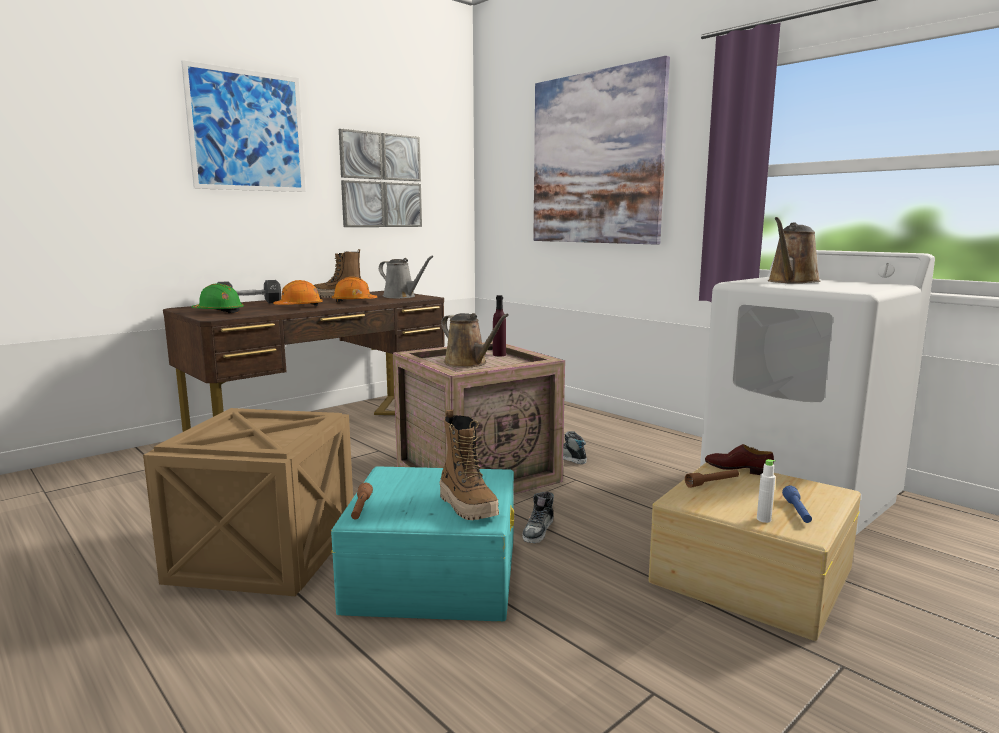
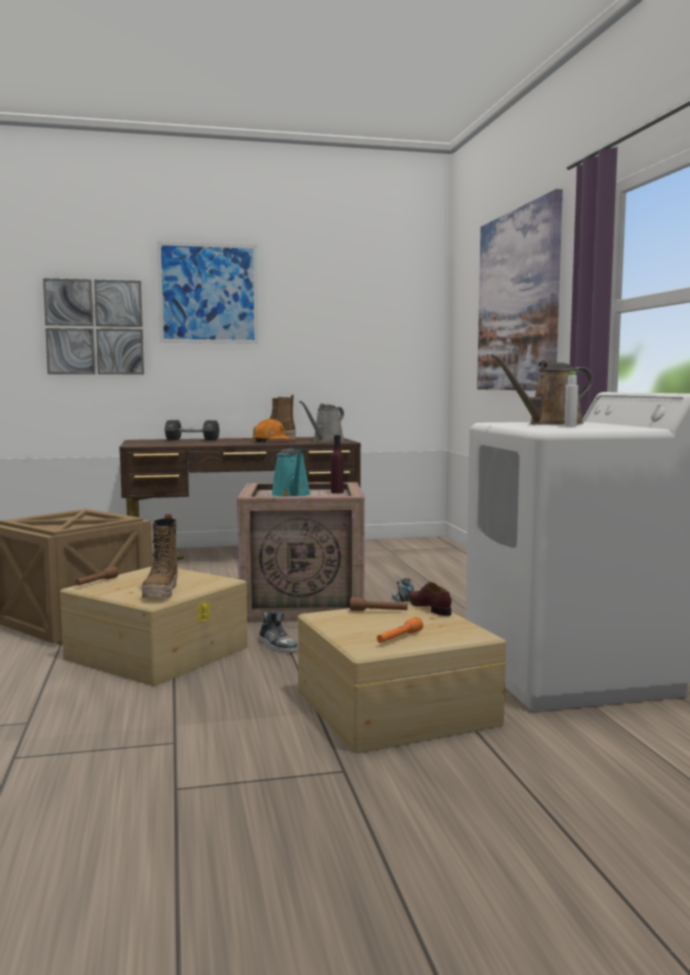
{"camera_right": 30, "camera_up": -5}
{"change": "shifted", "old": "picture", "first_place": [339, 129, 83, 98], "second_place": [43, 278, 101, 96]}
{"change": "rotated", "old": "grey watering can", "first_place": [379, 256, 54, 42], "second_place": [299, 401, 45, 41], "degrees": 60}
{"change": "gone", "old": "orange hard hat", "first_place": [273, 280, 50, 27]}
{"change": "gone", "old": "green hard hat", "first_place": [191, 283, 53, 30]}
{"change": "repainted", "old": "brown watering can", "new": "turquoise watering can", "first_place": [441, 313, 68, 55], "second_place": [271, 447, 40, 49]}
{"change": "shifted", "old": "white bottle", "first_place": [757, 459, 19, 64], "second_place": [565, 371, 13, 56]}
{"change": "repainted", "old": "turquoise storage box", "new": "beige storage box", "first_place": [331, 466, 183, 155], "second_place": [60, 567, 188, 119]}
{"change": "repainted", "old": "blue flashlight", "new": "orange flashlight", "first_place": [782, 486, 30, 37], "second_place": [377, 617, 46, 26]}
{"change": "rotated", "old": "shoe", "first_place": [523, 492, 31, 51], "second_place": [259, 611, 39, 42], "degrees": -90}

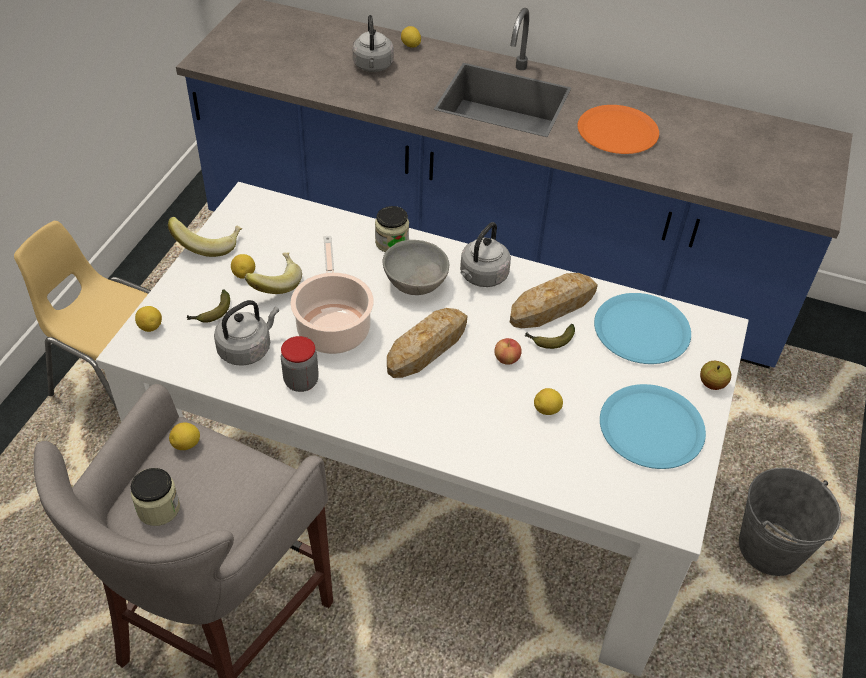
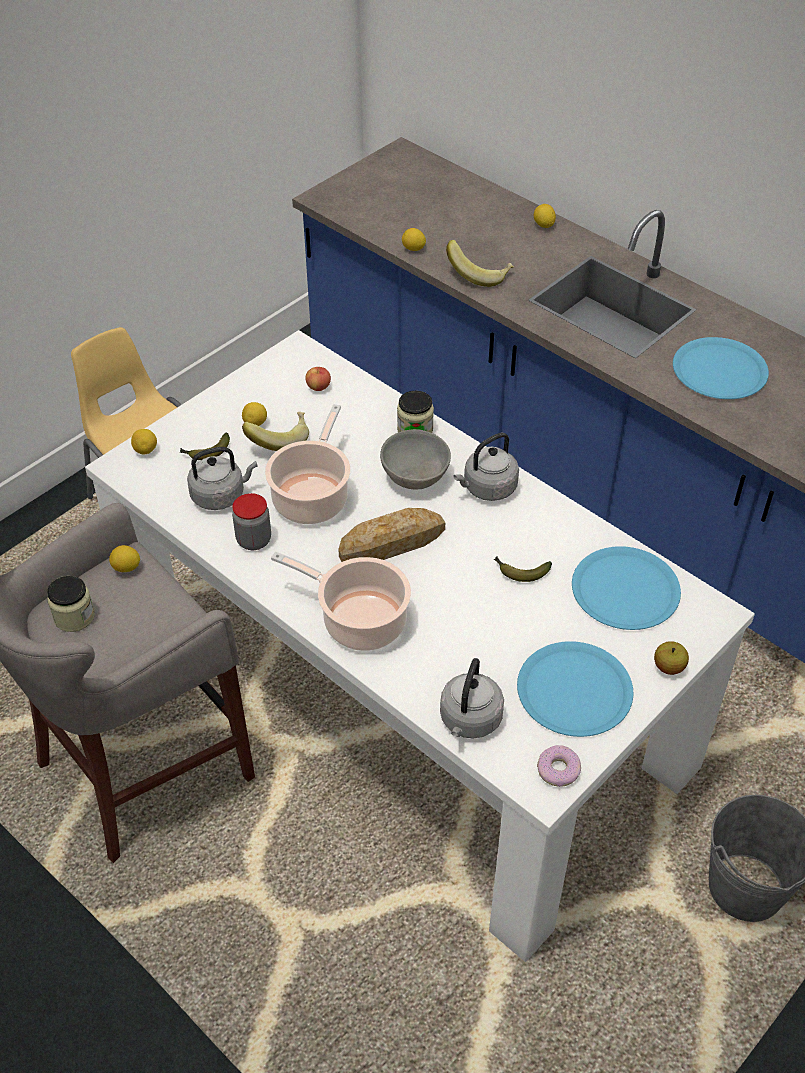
{"camera_right": 25, "camera_up": 0}
{"change": "shifted", "old": "grey kettle", "first_place": [352, 15, 42, 57], "second_place": [440, 658, 64, 80]}
{"change": "repainted", "old": "orange plate", "new": "blue plate", "first_place": [578, 105, 81, 49], "second_place": [673, 337, 96, 62]}
{"change": "shifted", "old": "banana", "first_place": [168, 217, 74, 40], "second_place": [446, 240, 68, 47]}
{"change": "gone", "old": "bread", "first_place": [510, 273, 88, 55]}
{"change": "shifted", "old": "apple", "first_place": [494, 338, 28, 27], "second_place": [305, 367, 26, 24]}
{"change": "shifted", "old": "lemon", "first_place": [534, 388, 29, 27], "second_place": [402, 228, 24, 23]}
{"change": "new", "new": "cooking pot", "second_place": [271, 552, 140, 99]}
{"change": "new", "new": "donut", "second_place": [537, 745, 44, 42]}

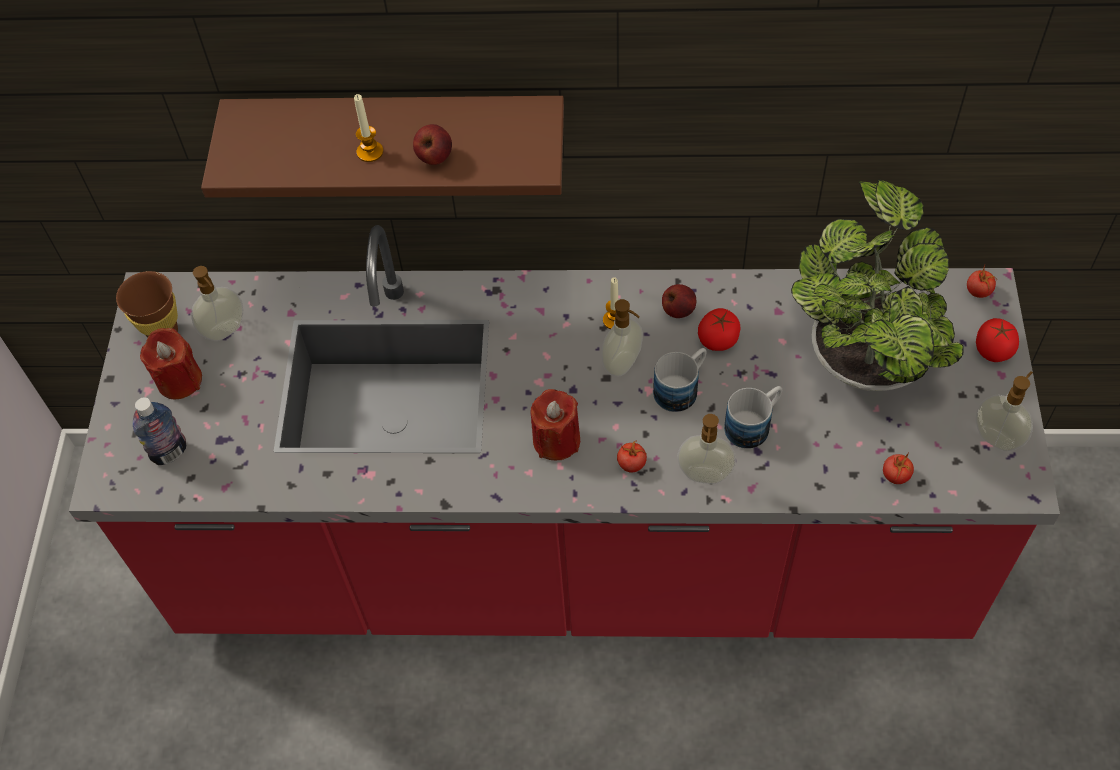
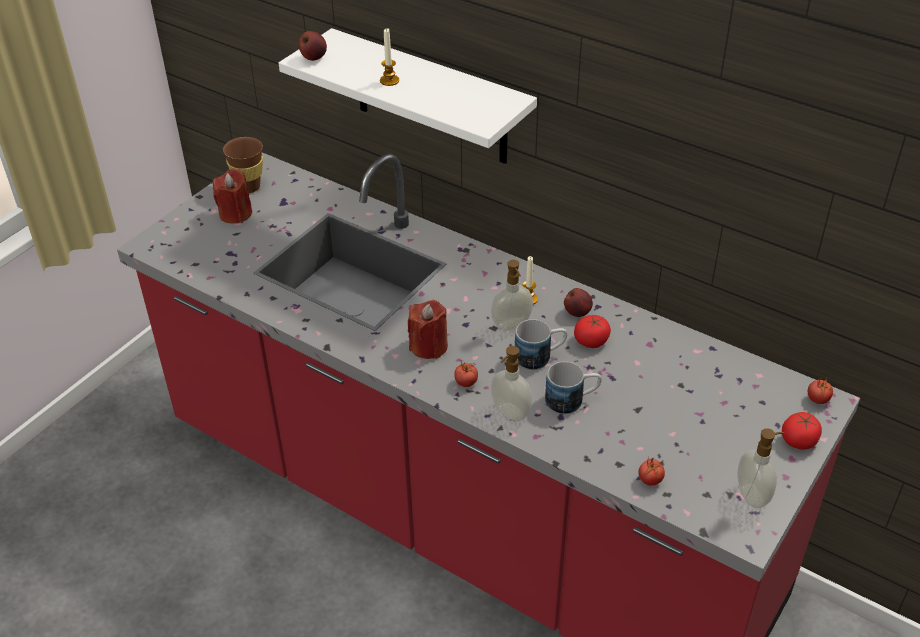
{"camera_right": 30, "camera_up": -15}
{"change": "repainted", "old": "brown shelf", "new": "white shelf", "first_place": [201, 96, 363, 102], "second_place": [279, 28, 258, 136]}
{"change": "shifted", "old": "apple", "first_place": [413, 124, 39, 41], "second_place": [298, 31, 29, 30]}
{"change": "gone", "old": "potted plant", "first_place": [791, 179, 173, 212]}
{"change": "gone", "old": "soap dispenser", "first_place": [191, 266, 53, 75]}
{"change": "gone", "old": "bottle", "first_place": [133, 397, 53, 68]}

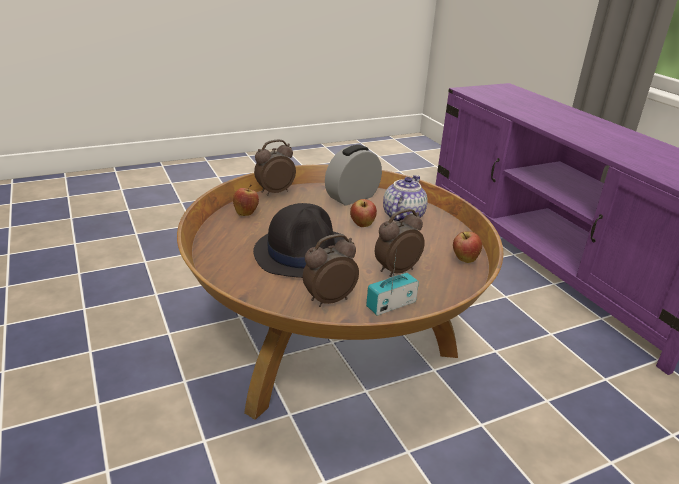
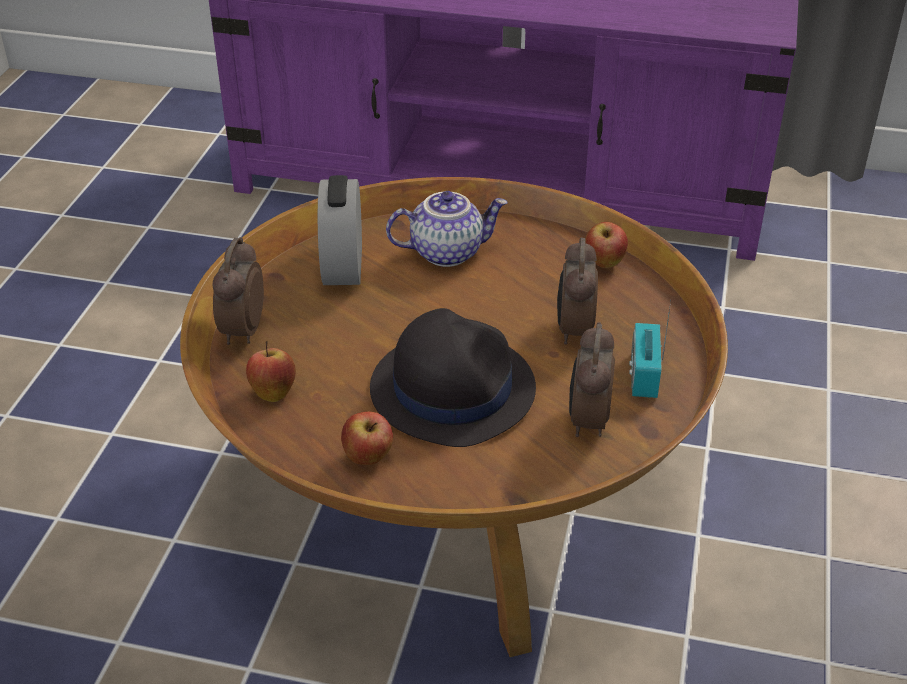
{"camera_right": -50, "camera_up": 10}
{"change": "rotated", "old": "teapot", "first_place": [383, 175, 45, 47], "second_place": [386, 191, 122, 76], "degrees": 105}
{"change": "shifted", "old": "apple", "first_place": [350, 199, 27, 28], "second_place": [341, 412, 52, 53]}

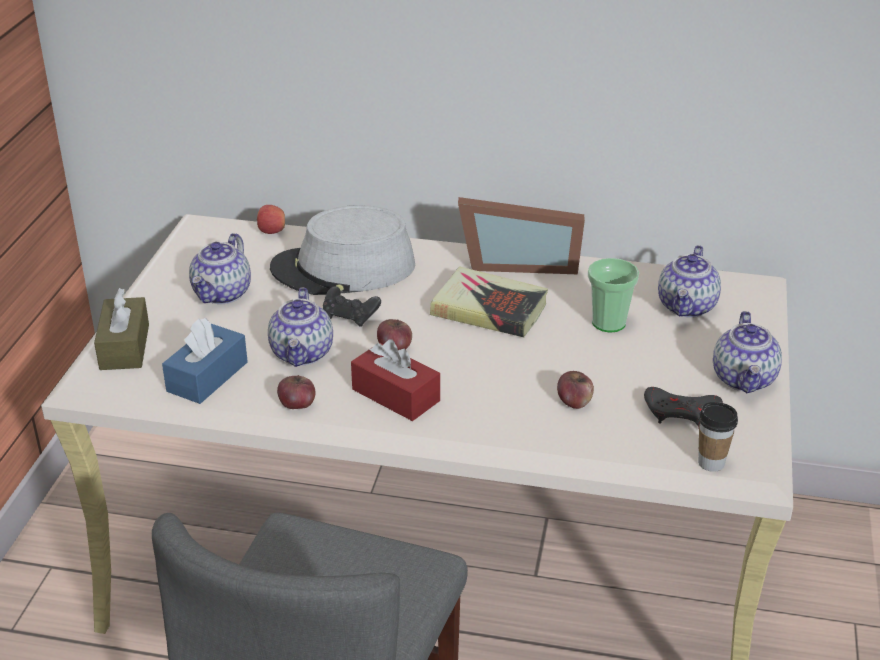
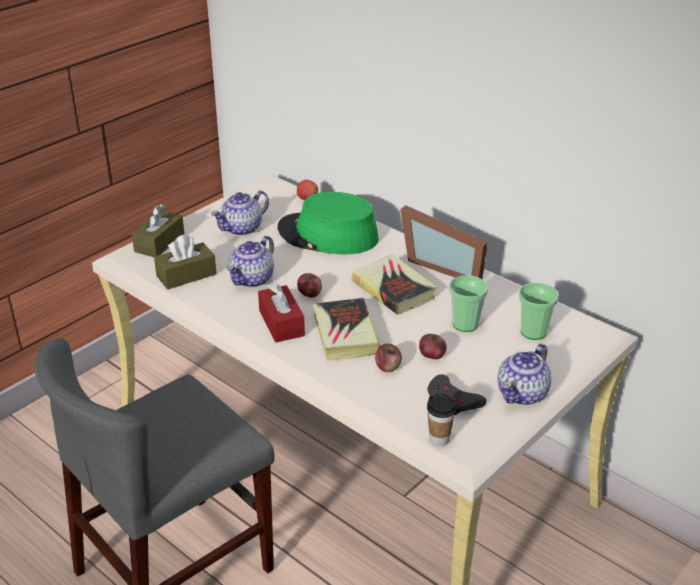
{"camera_right": 30, "camera_up": 0}
{"change": "repainted", "old": "grey hat", "new": "green hat", "first_place": [270, 205, 145, 90], "second_place": [278, 192, 101, 62]}
{"change": "swapped", "old": "teapot", "new": "cup", "first_place": [658, 245, 63, 73], "second_place": [519, 283, 40, 57]}
{"change": "gone", "old": "black game controller", "first_place": [323, 286, 58, 41]}
{"change": "repainted", "old": "blue tissue box", "new": "brown tissue box", "first_place": [162, 318, 86, 86], "second_place": [154, 235, 63, 55]}
{"change": "shifted", "old": "apple", "first_place": [277, 375, 38, 34], "second_place": [419, 334, 28, 25]}
{"change": "new", "new": "book", "second_place": [313, 298, 68, 62]}

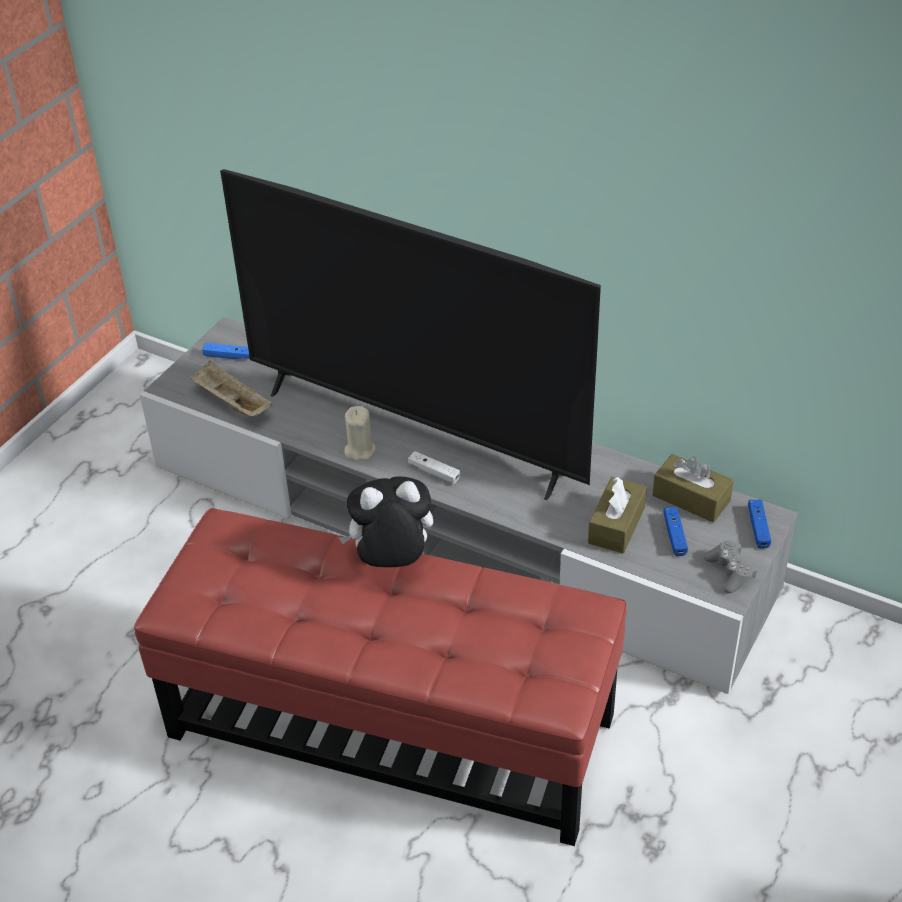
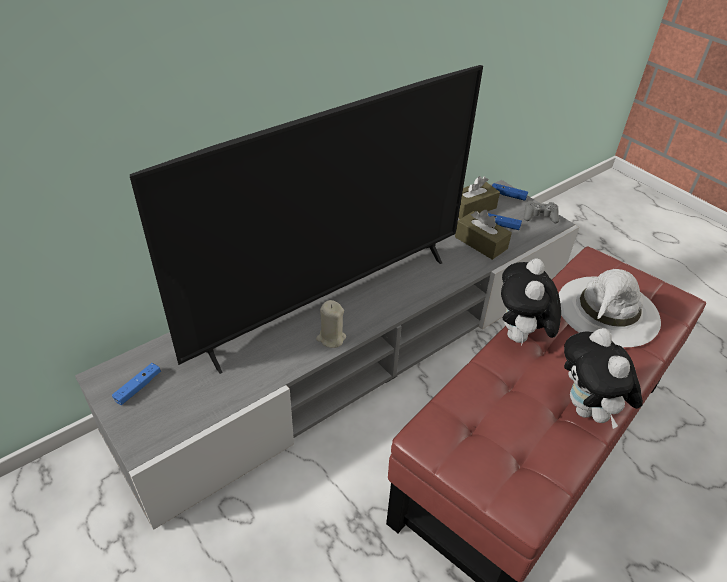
{"camera_right": -70, "camera_up": 0}
{"change": "gone", "old": "beige tray", "first_place": [189, 361, 84, 56]}
{"change": "gone", "old": "white game controller", "first_place": [408, 451, 52, 33]}
{"change": "new", "new": "white hat", "second_place": [558, 269, 103, 78]}
{"change": "new", "new": "plush toy", "second_place": [564, 328, 79, 101]}

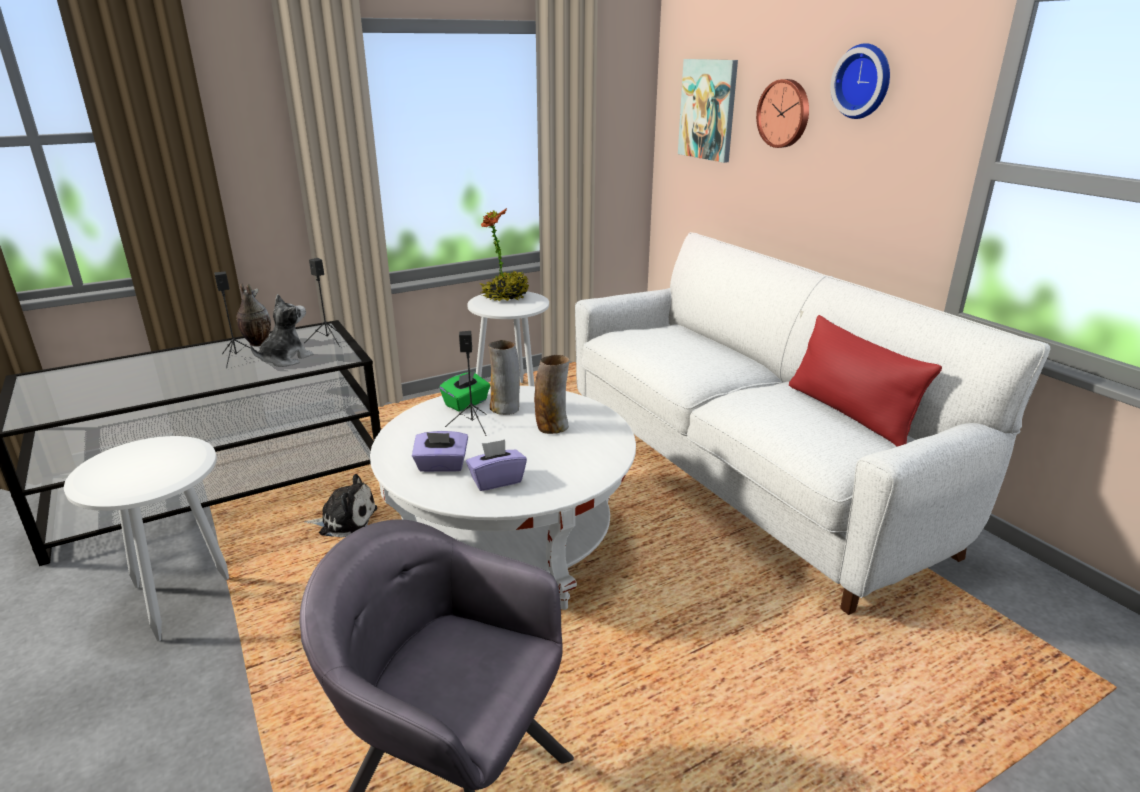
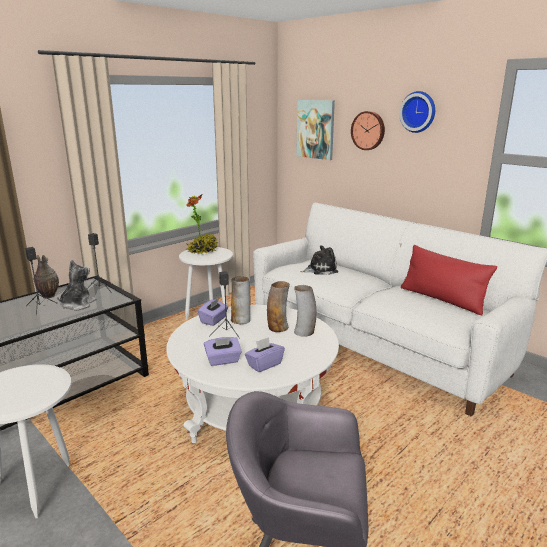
{"camera_right": -15, "camera_up": -5}
{"change": "repainted", "old": "green tissue box", "new": "purple tissue box", "first_place": [439, 371, 51, 41], "second_place": [198, 298, 30, 28]}
{"change": "shifted", "old": "plush toy", "first_place": [304, 474, 73, 64], "second_place": [300, 245, 38, 30]}
{"change": "new", "new": "vase", "second_place": [294, 285, 22, 52]}

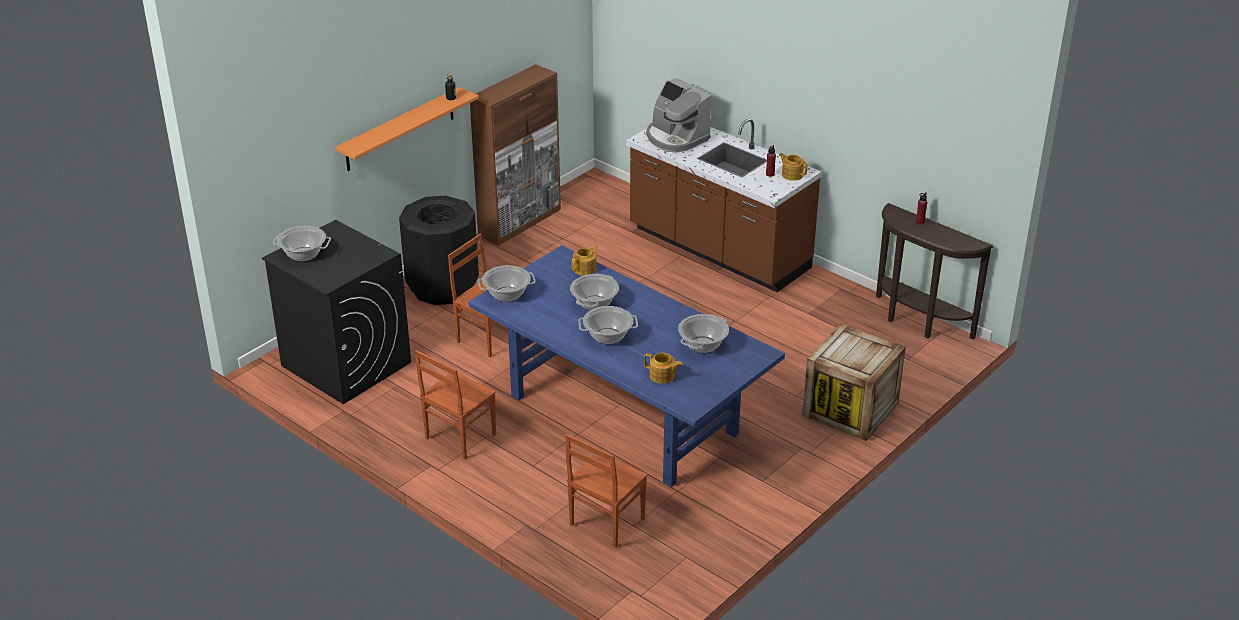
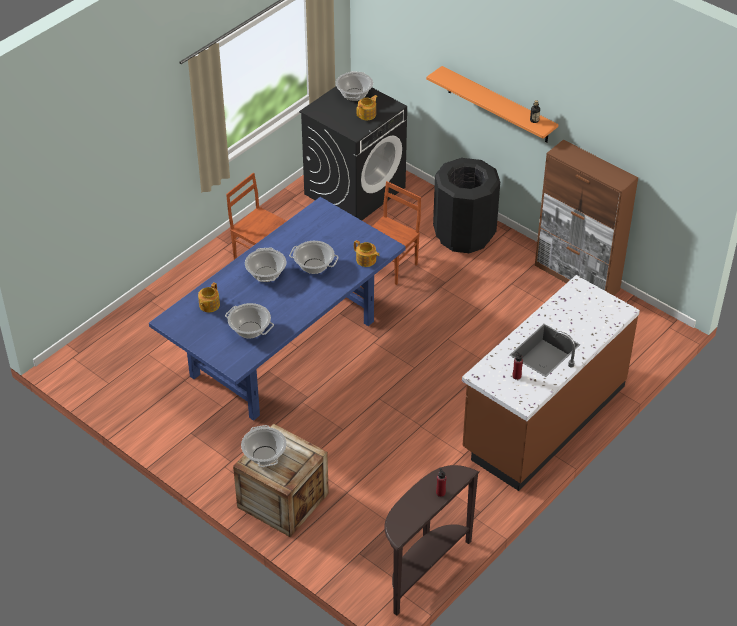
{"camera_right": 90, "camera_up": 10}
{"change": "gone", "old": "coffee machine", "first_place": [646, 78, 65, 75]}
{"change": "shifted", "old": "teapot", "first_place": [779, 153, 28, 28], "second_place": [356, 95, 22, 25]}
{"change": "shifted", "old": "cooking pot", "first_place": [478, 265, 58, 37], "second_place": [241, 425, 46, 42]}
{"change": "gone", "old": "brown chair", "first_place": [565, 434, 83, 113]}

